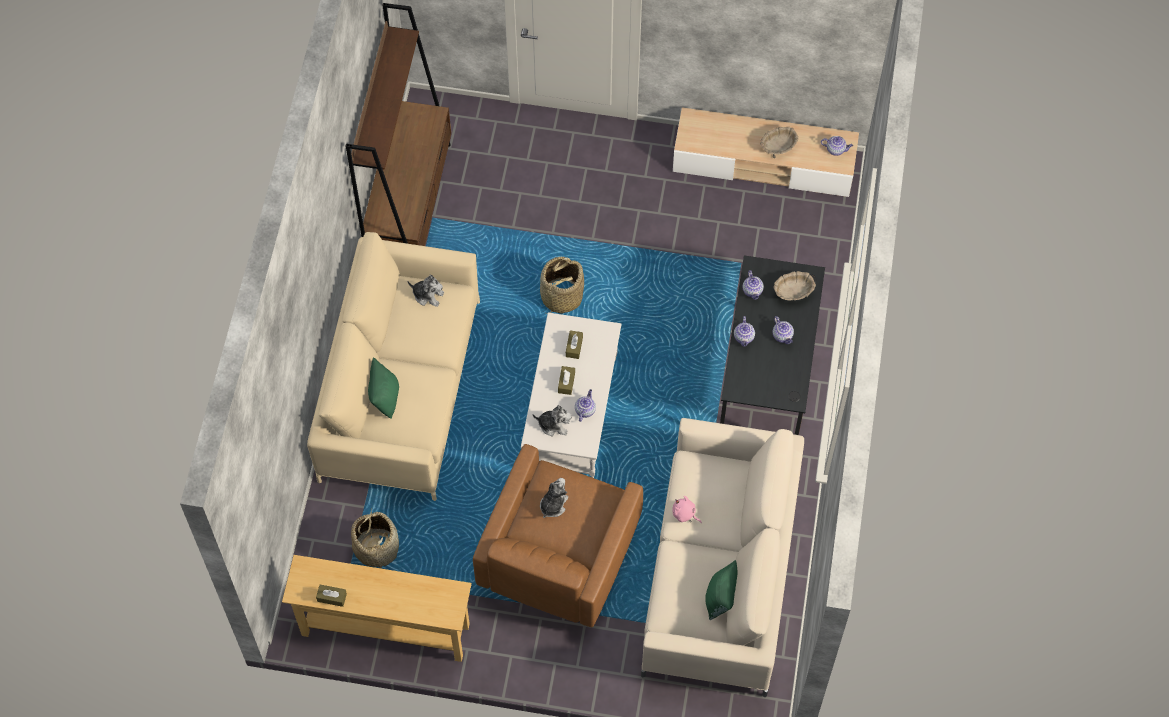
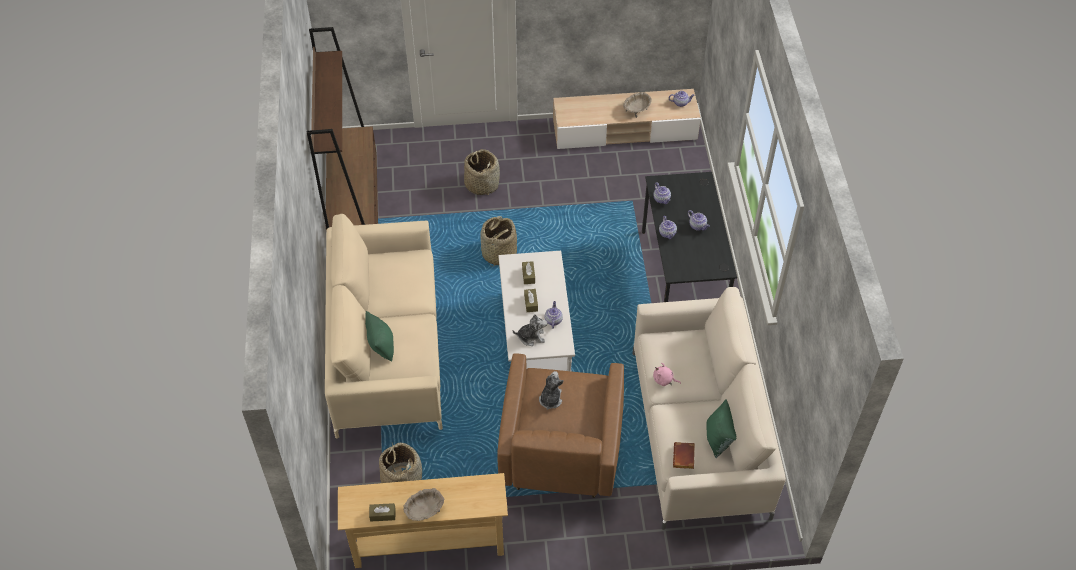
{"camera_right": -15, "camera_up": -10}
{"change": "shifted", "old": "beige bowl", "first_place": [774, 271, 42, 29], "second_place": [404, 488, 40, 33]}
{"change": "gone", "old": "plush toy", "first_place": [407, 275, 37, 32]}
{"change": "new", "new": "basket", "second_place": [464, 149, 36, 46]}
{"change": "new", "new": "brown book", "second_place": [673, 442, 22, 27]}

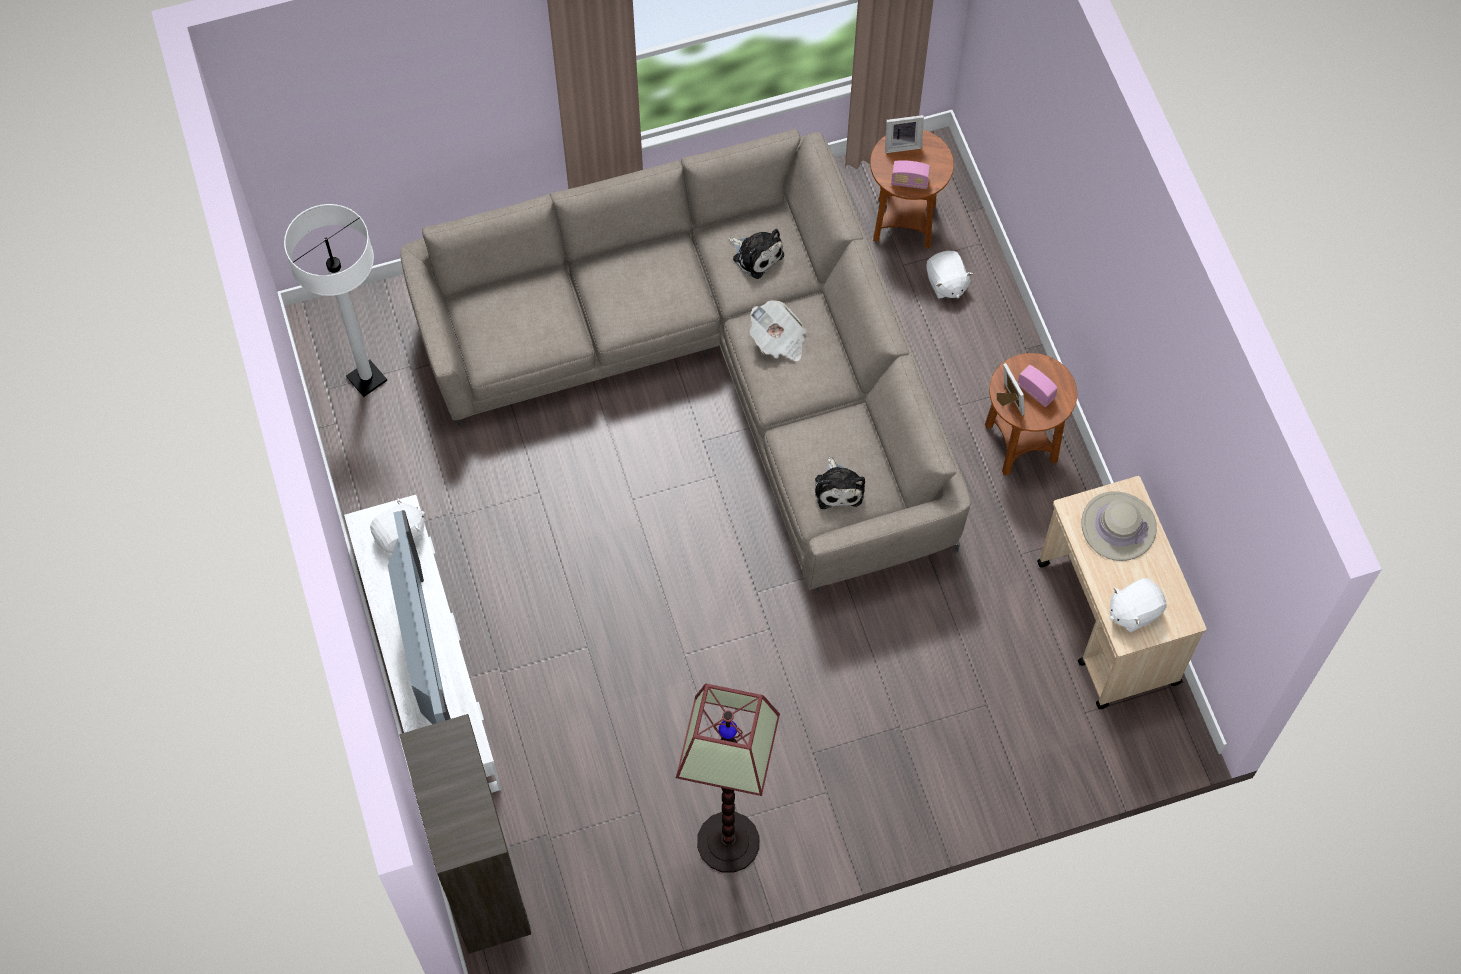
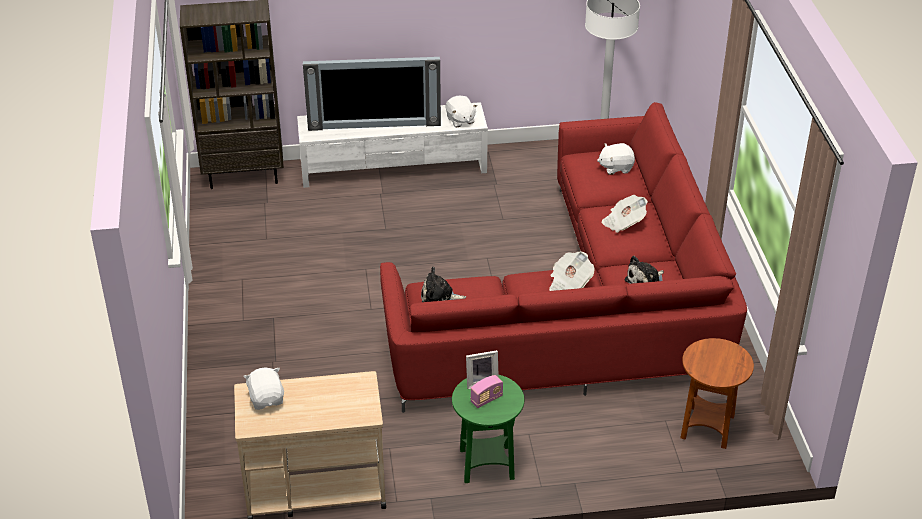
{"camera_right": 100, "camera_up": -25}
{"change": "gone", "old": "picture frame", "first_place": [885, 115, 39, 38]}
{"change": "repainted", "old": "beige sofa", "new": "red sofa", "first_place": [401, 129, 570, 462], "second_place": [380, 102, 367, 311]}
{"change": "gone", "old": "radio", "first_place": [891, 160, 39, 29]}
{"change": "shifted", "old": "white plush toy", "first_place": [926, 251, 47, 48], "second_place": [597, 143, 38, 32]}
{"change": "repainted", "old": "brown side table", "new": "green side table", "first_place": [985, 353, 92, 123], "second_place": [452, 375, 72, 108]}
{"change": "gone", "old": "beige hat", "first_place": [1081, 491, 76, 70]}
{"change": "gone", "old": "floor lamp", "first_place": [676, 683, 104, 190]}
{"change": "new", "new": "newspaper", "second_place": [602, 195, 46, 38]}

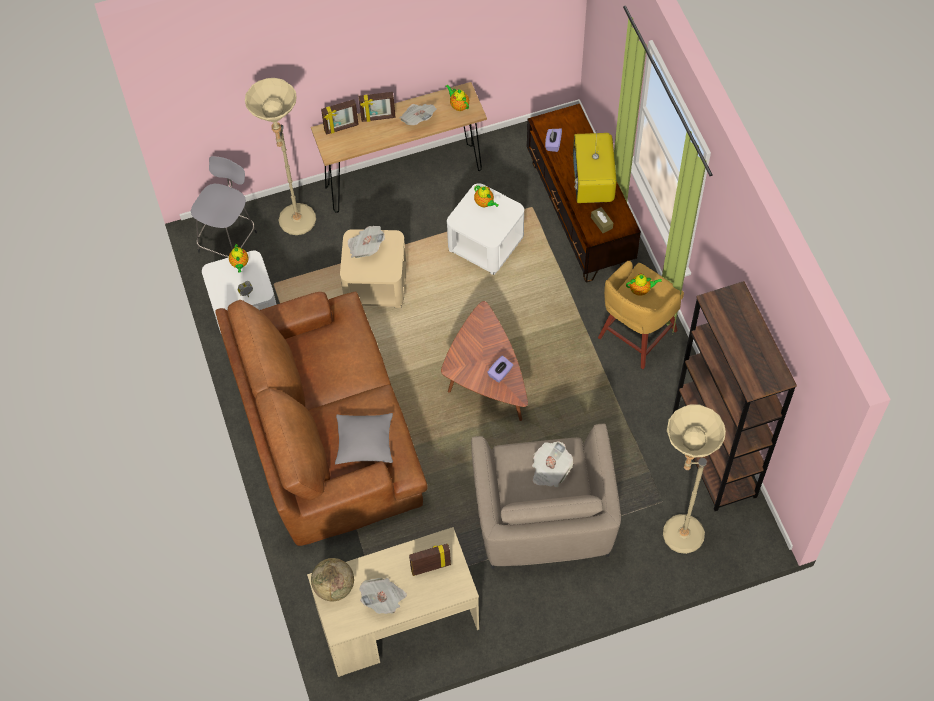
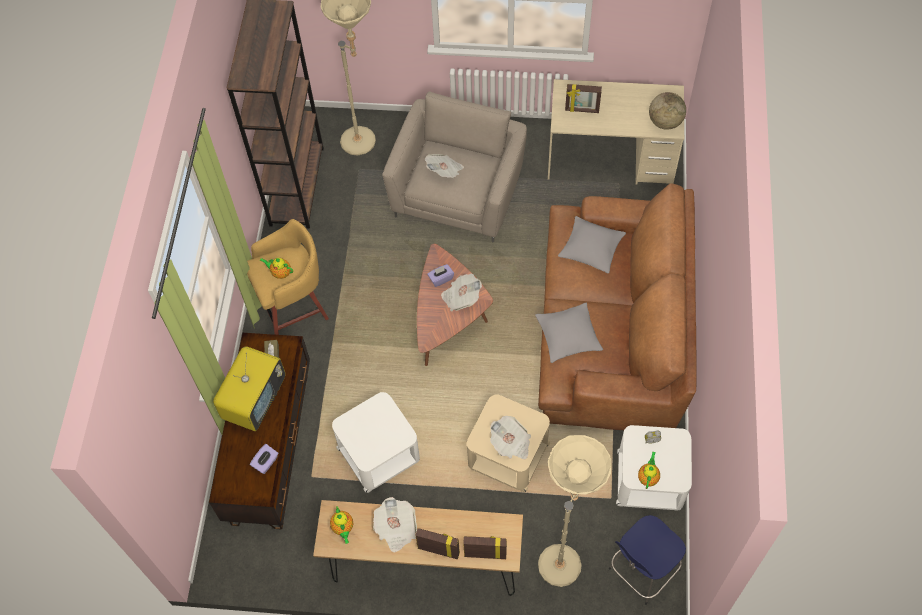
{"camera_right": -155, "camera_up": 0}
{"change": "repainted", "old": "grey stool", "new": "blue stool", "first_place": [191, 156, 66, 101], "second_place": [609, 515, 77, 90]}
{"change": "gone", "old": "teapot", "first_place": [474, 185, 25, 22]}
{"change": "shifted", "old": "newspaper", "first_place": [359, 577, 48, 37], "second_place": [441, 274, 41, 37]}
{"change": "new", "new": "grey pillow", "second_place": [535, 303, 68, 60]}

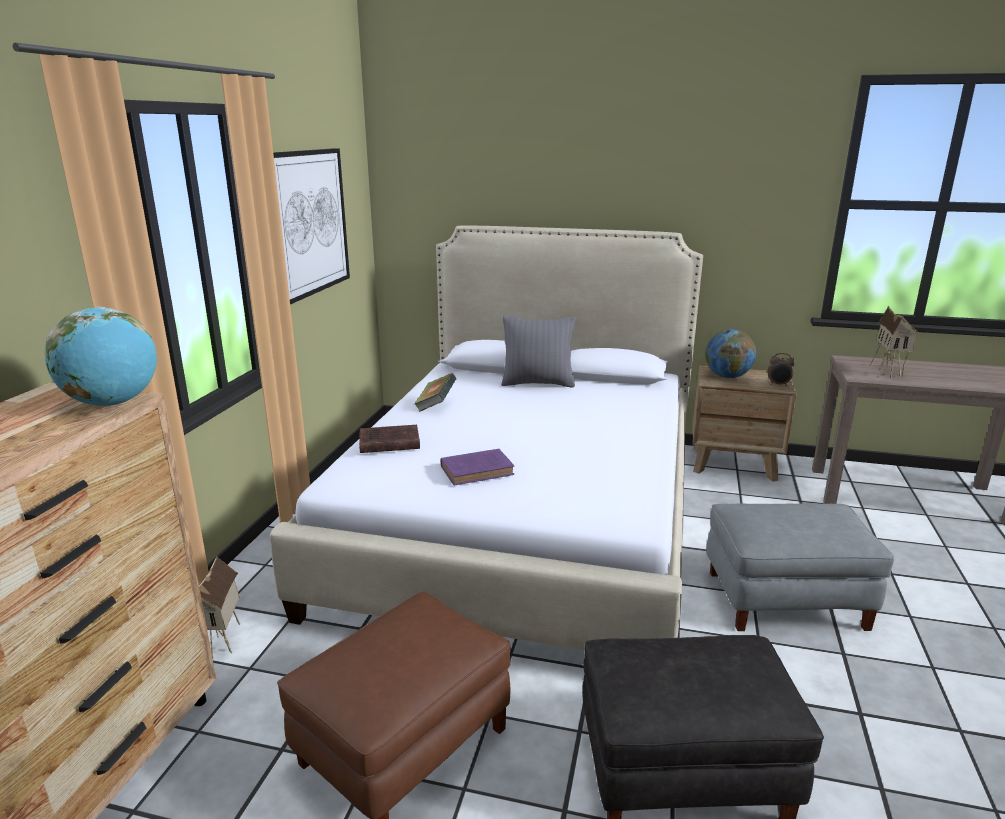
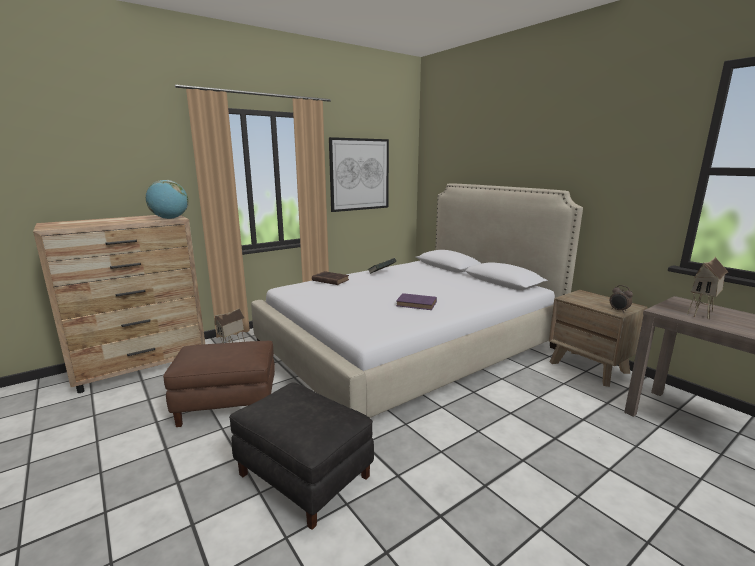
{"camera_right": 40, "camera_up": -5}
{"change": "gone", "old": "grey pillow", "first_place": [501, 316, 75, 72]}
{"change": "gone", "old": "globe", "first_place": [705, 329, 51, 49]}
{"change": "shifted", "old": "purple book", "first_place": [441, 449, 73, 36], "second_place": [396, 293, 41, 17]}
{"change": "gone", "old": "grey ottoman", "first_place": [706, 504, 188, 127]}

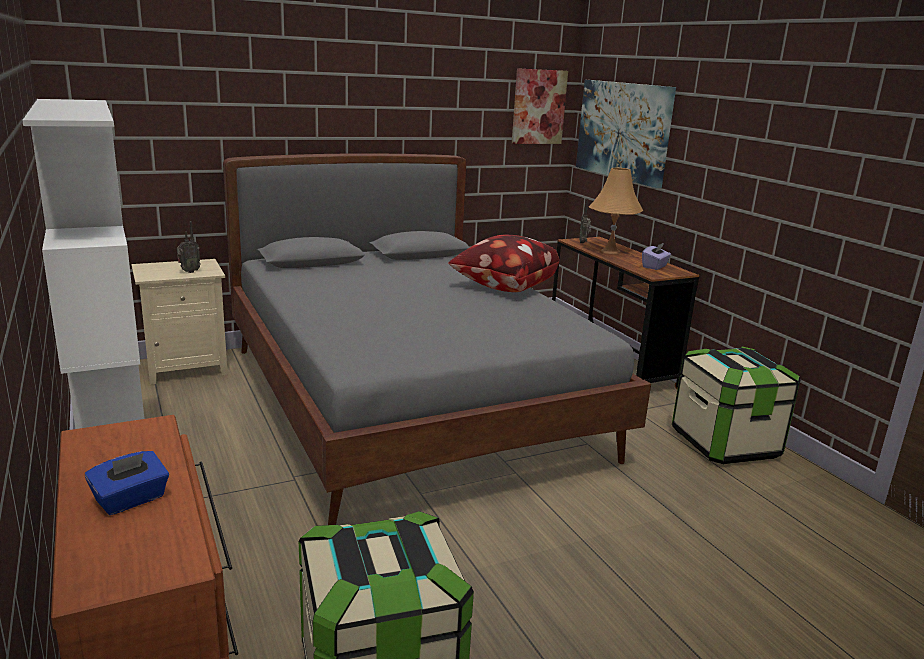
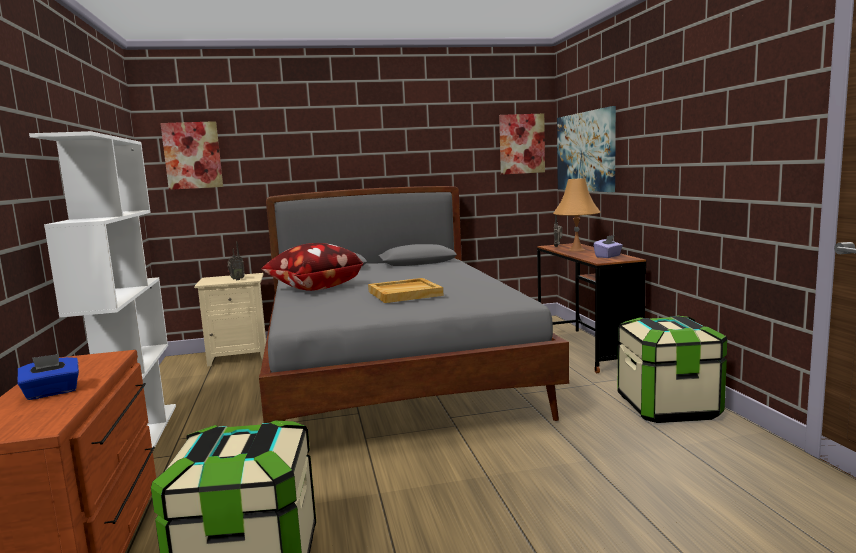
{"camera_right": 15, "camera_up": -10}
{"change": "shifted", "old": "pillow", "first_place": [448, 235, 111, 57], "second_place": [261, 243, 102, 48]}
{"change": "new", "new": "picture", "second_place": [160, 121, 63, 69]}
{"change": "new", "new": "beige tray", "second_place": [368, 278, 75, 25]}

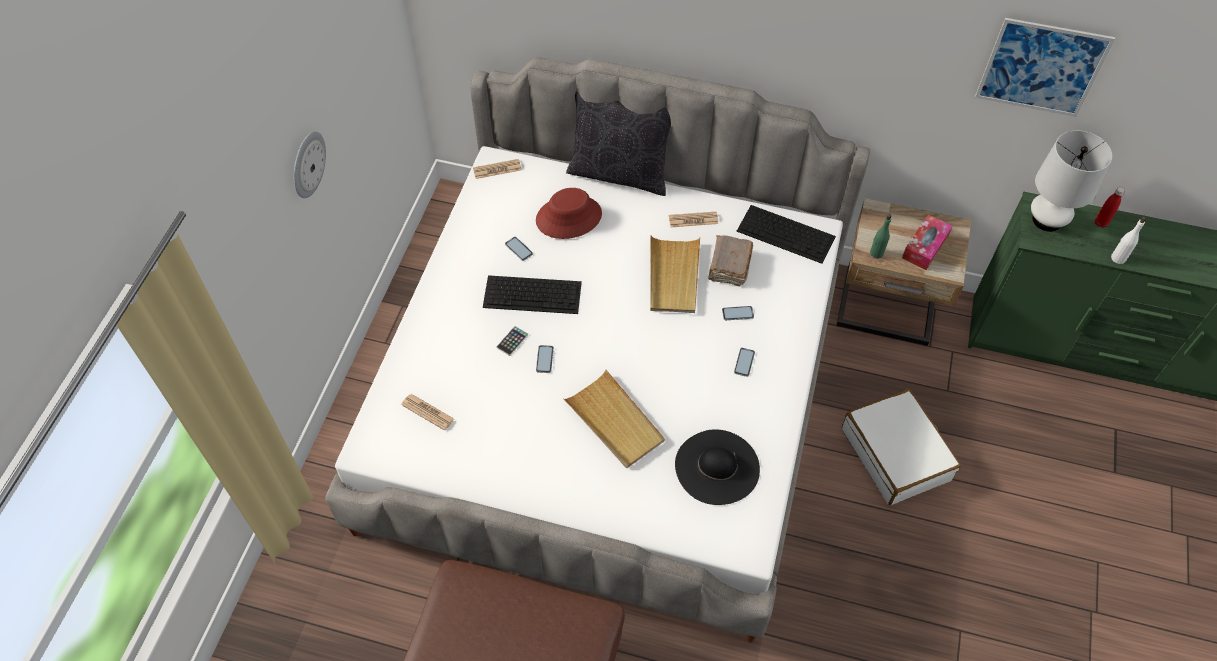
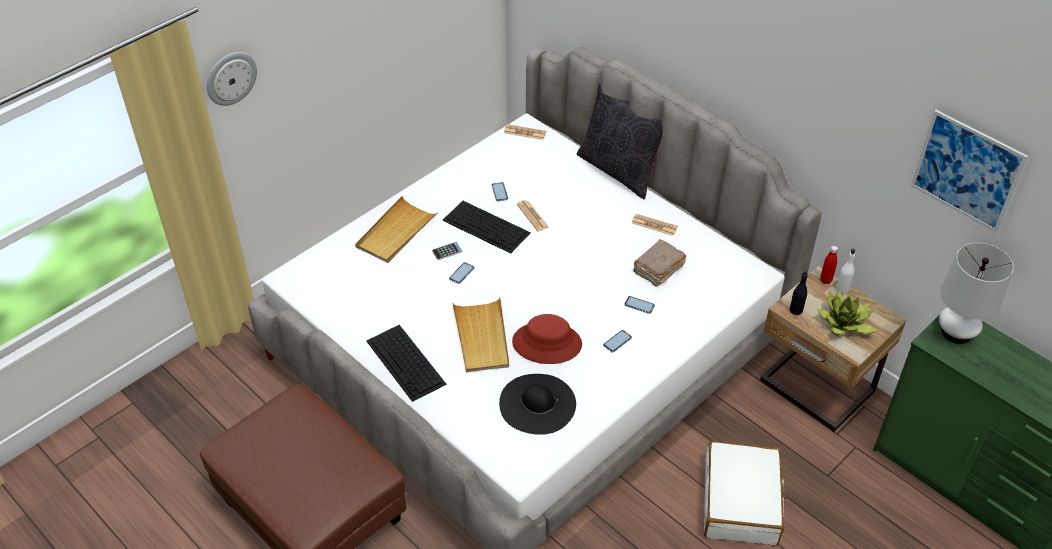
{"camera_right": 30, "camera_up": -10}
{"change": "shifted", "old": "wall clock", "first_place": [294, 132, 32, 66], "second_place": [207, 52, 50, 54]}
{"change": "shifted", "old": "red bottle", "first_place": [1095, 187, 30, 41], "second_place": [820, 246, 18, 38]}
{"change": "shifted", "old": "red hat", "first_place": [536, 188, 66, 51], "second_place": [512, 314, 70, 50]}
{"change": "shifted", "old": "keyboard", "first_place": [737, 205, 99, 59], "second_place": [366, 325, 80, 77]}
{"change": "repainted", "old": "green bottle", "new": "black bottle", "first_place": [870, 214, 22, 44], "second_place": [790, 270, 18, 45]}
{"change": "swapped", "old": "tissue box", "new": "potted plant", "first_place": [902, 214, 51, 56], "second_place": [817, 290, 61, 45]}
{"change": "shifted", "old": "white bottle", "first_place": [1111, 217, 35, 47], "second_place": [836, 249, 19, 45]}
{"change": "shifted", "old": "beige tray", "first_place": [650, 235, 50, 78], "second_place": [355, 196, 83, 67]}
{"change": "shifted", "old": "newspaper", "first_place": [401, 394, 53, 37], "second_place": [517, 200, 32, 31]}

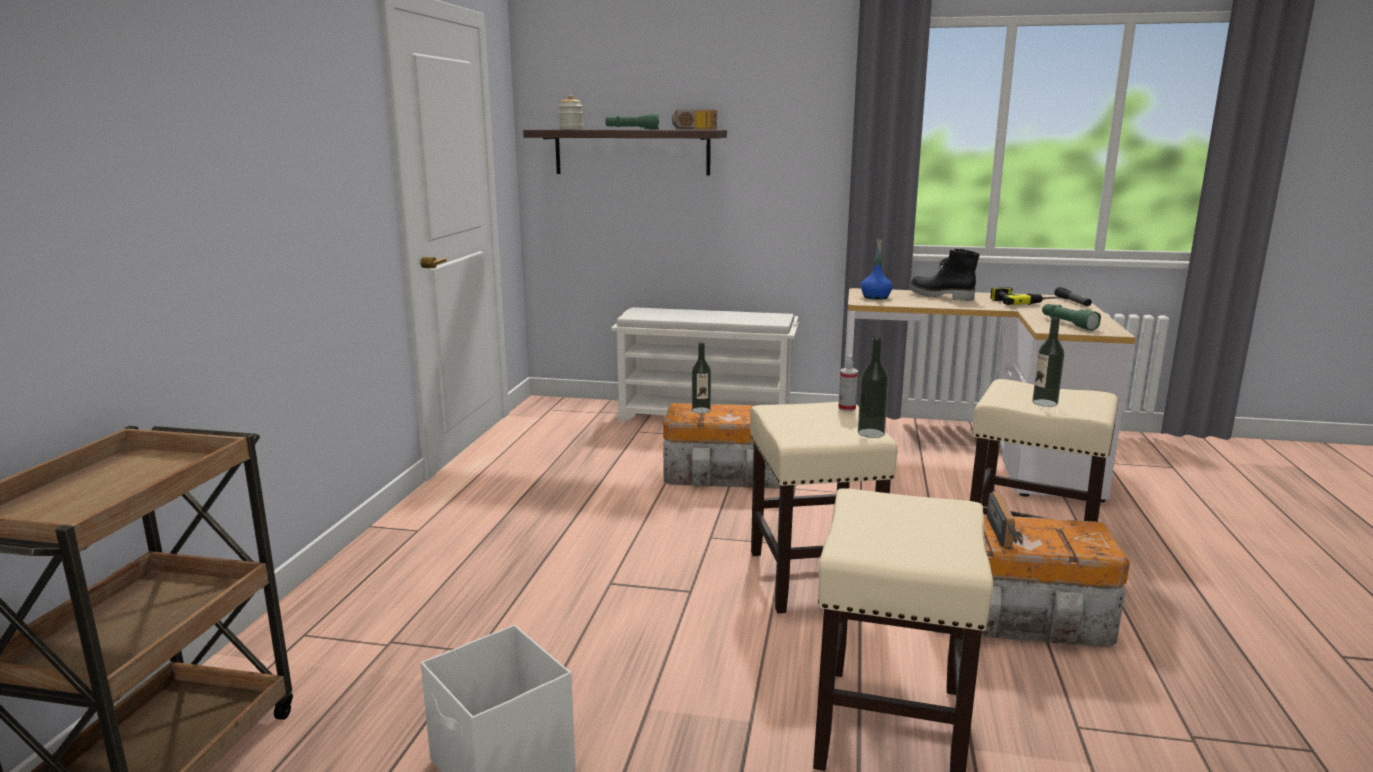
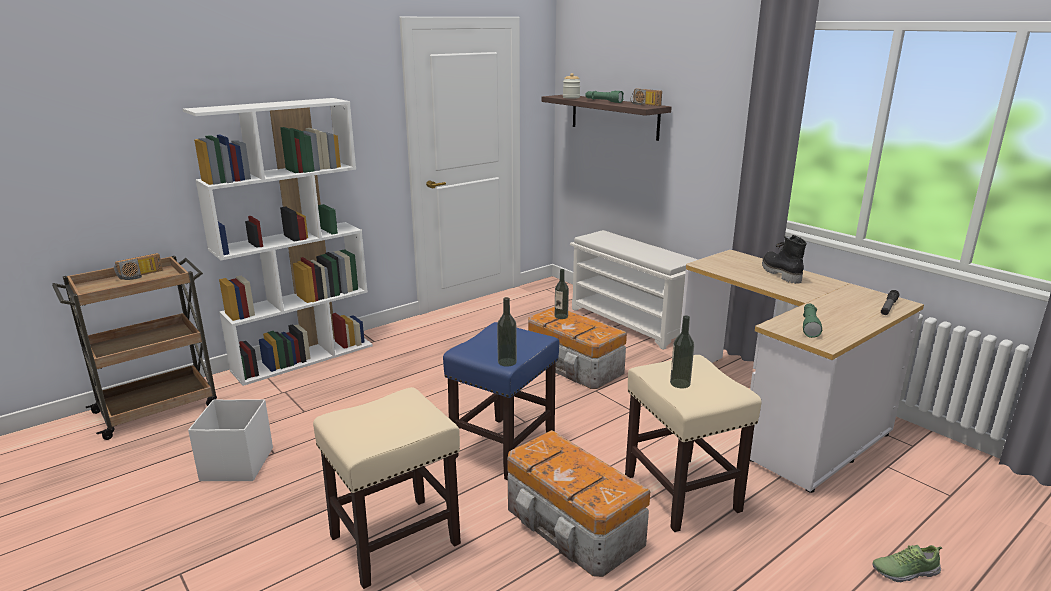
{"camera_right": 40, "camera_up": 5}
{"change": "gone", "old": "blue bottle", "first_place": [861, 238, 32, 62]}
{"change": "gone", "old": "power drill", "first_place": [990, 287, 69, 18]}
{"change": "gone", "old": "spray bottle", "first_place": [838, 355, 20, 57]}
{"change": "repainted", "old": "beige stool", "new": "blue stool", "first_place": [750, 402, 148, 211], "second_place": [443, 322, 116, 158]}
{"change": "shifted", "old": "radio", "first_place": [987, 491, 36, 57], "second_place": [114, 253, 49, 27]}
{"change": "new", "new": "white bookcase", "second_place": [183, 98, 190, 288]}
{"change": "new", "new": "shoe", "second_place": [873, 545, 69, 37]}

